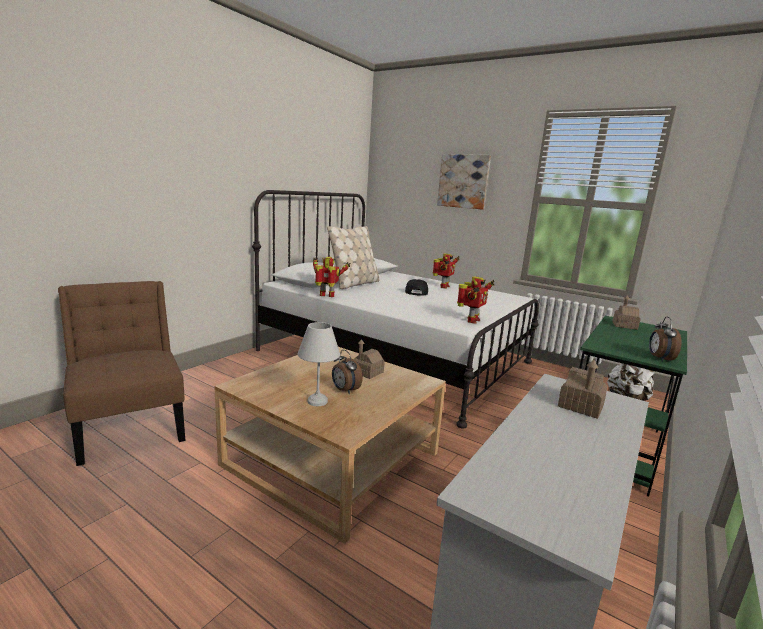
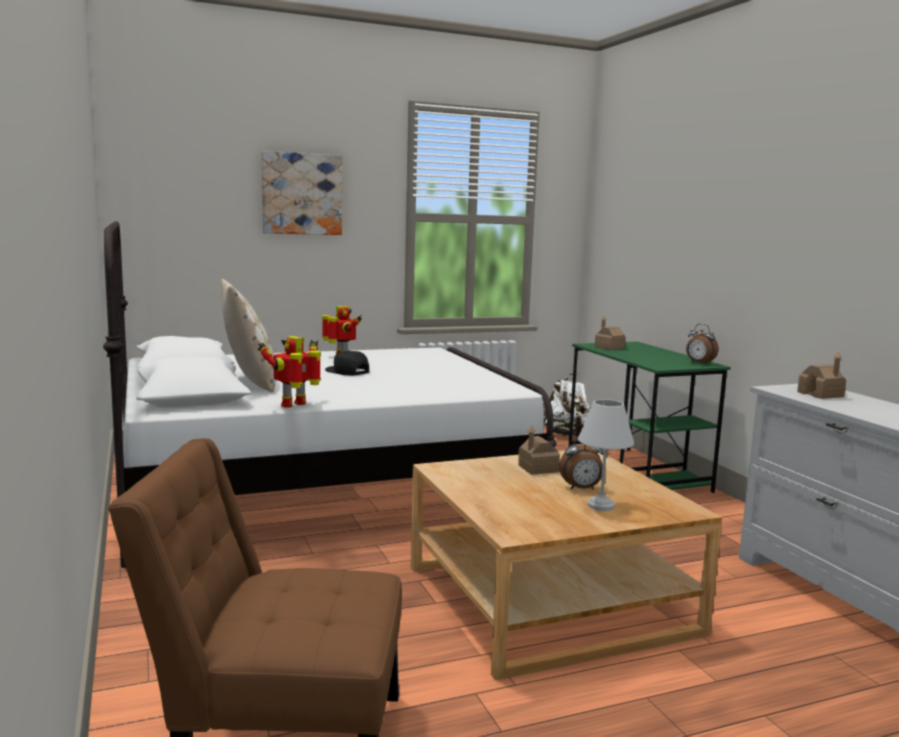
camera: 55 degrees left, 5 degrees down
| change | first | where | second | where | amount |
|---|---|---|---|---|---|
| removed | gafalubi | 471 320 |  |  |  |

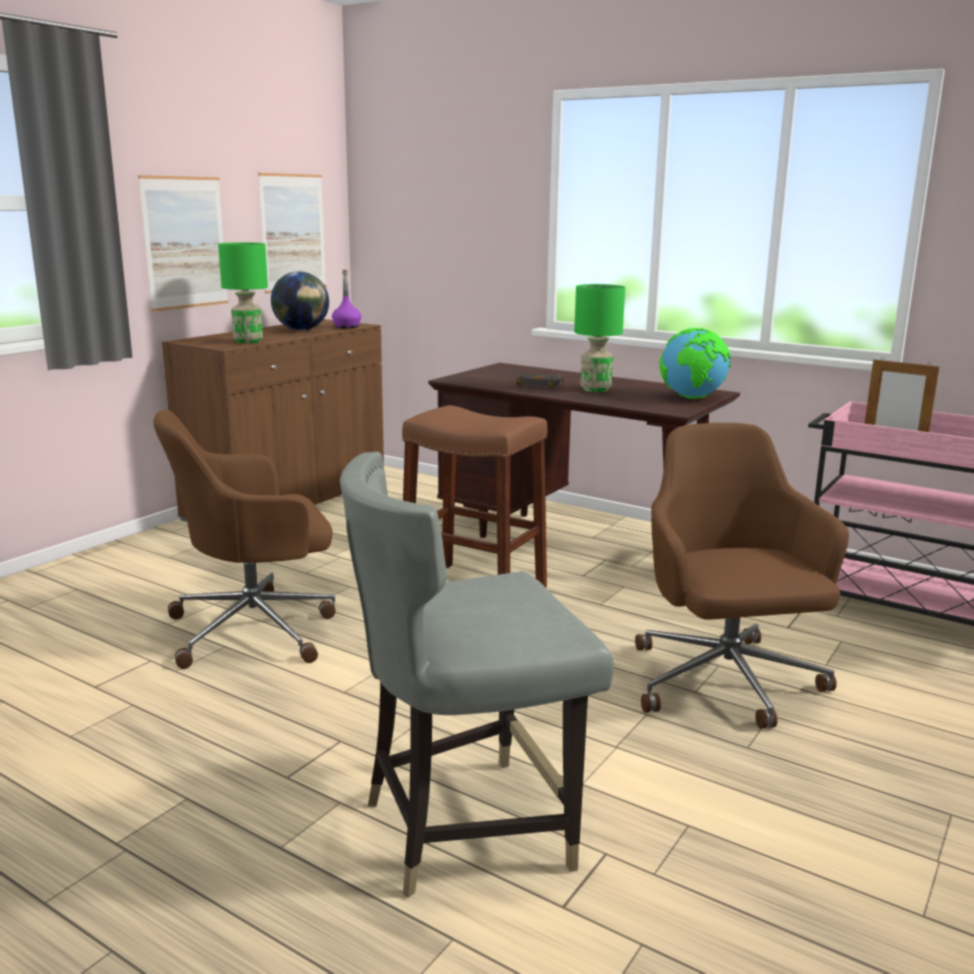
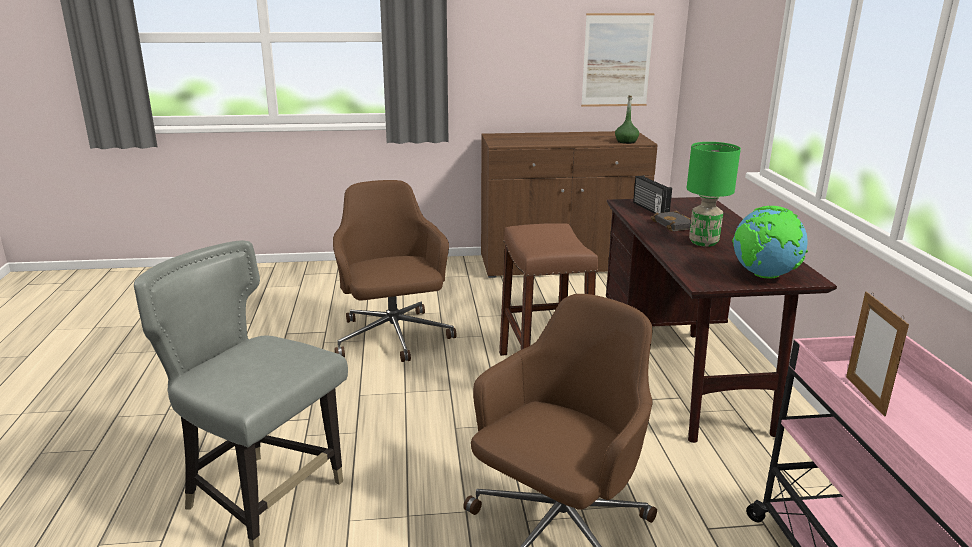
camera: 50 degrees right, 5 degrees up
| change | first | where | second | where | amount |
|---|---|---|---|---|---|
| removed | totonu | 185 243 |  |  |  |
| removed | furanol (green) | 249 341 |  |  |  |
| removed | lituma | 301 330 |  |  |  |
| added |  |  | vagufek | 649 209 |  |
| recoloured | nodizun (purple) | 346 327 | nodizun (green) | 626 141 |  |
| turned | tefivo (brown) | 257 629 |  | 393 338 | 45 degrees clockwise |

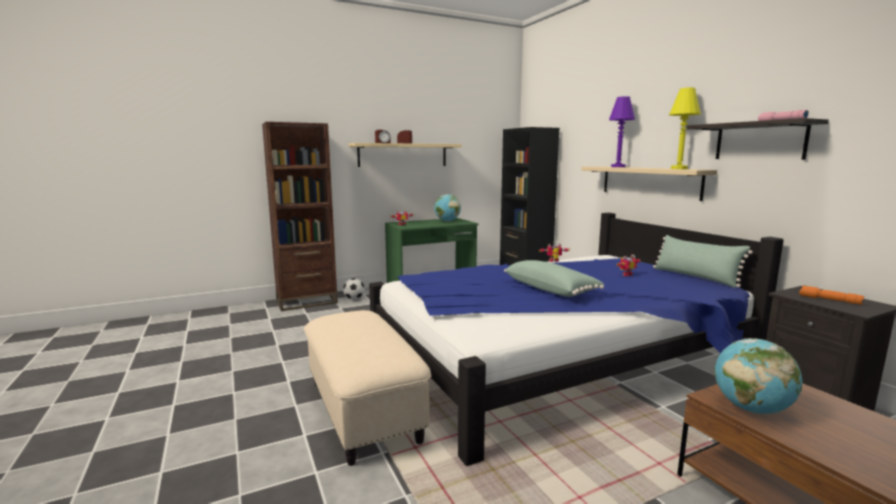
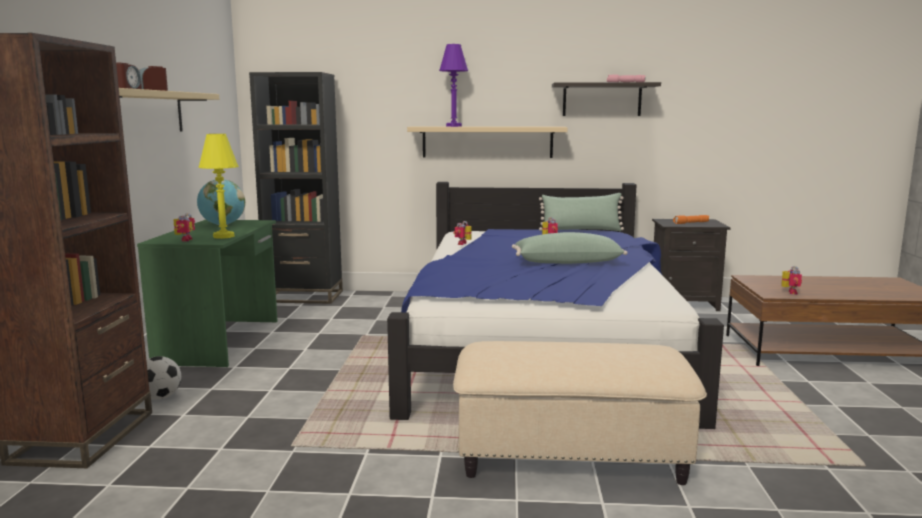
camera: 60 degrees left, 0 degrees up
| change | first | where | second | where | amount |
|---|---|---|---|---|---|
| moved | furanol (yellow) | 679 168 |  | 223 236 |  |
| replaced | lituma | 751 408 | gafalubi | 789 292 |  |

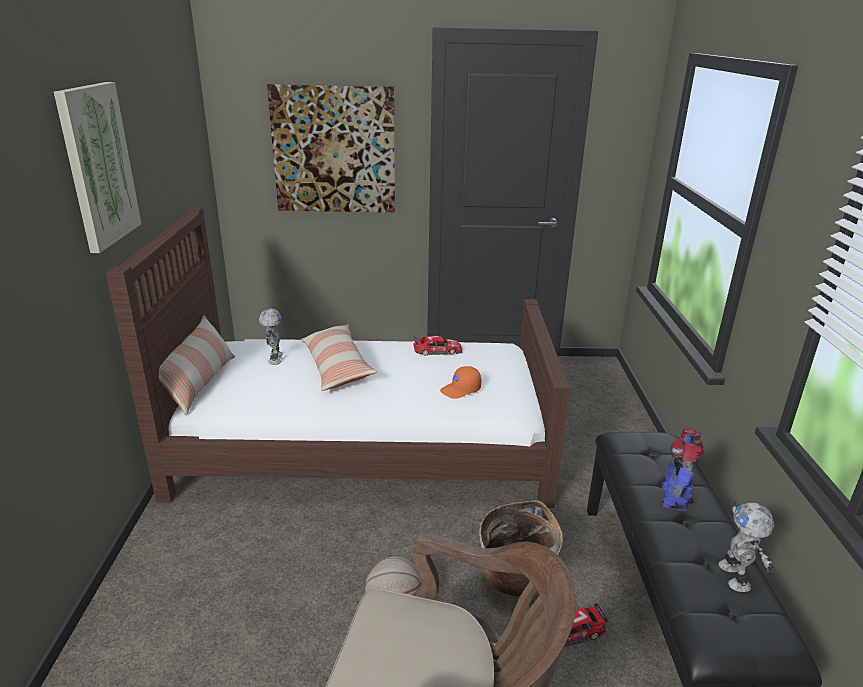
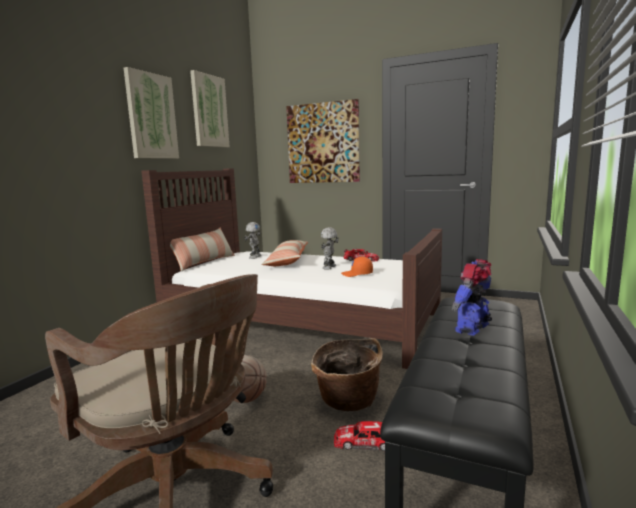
camera: 25 degrees right, 15 degrees down
| change | first | where | second | where | amount |
|---|---|---|---|---|---|
| added |  |  | totonu | 209 111 |  |
| moved | gafalubi | 736 576 |  | 330 267 |  |

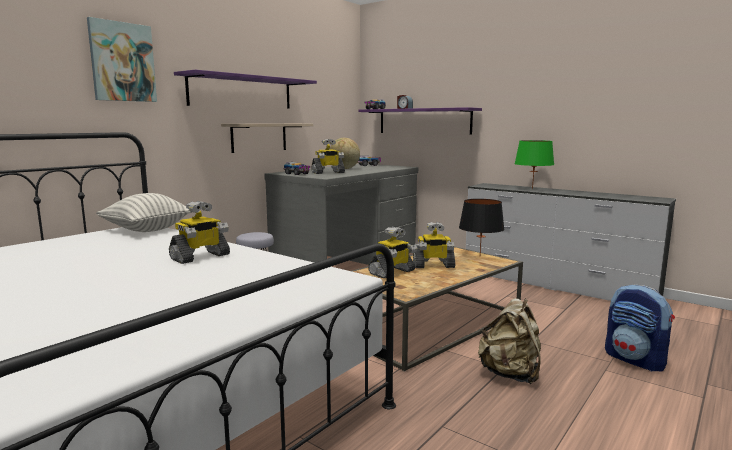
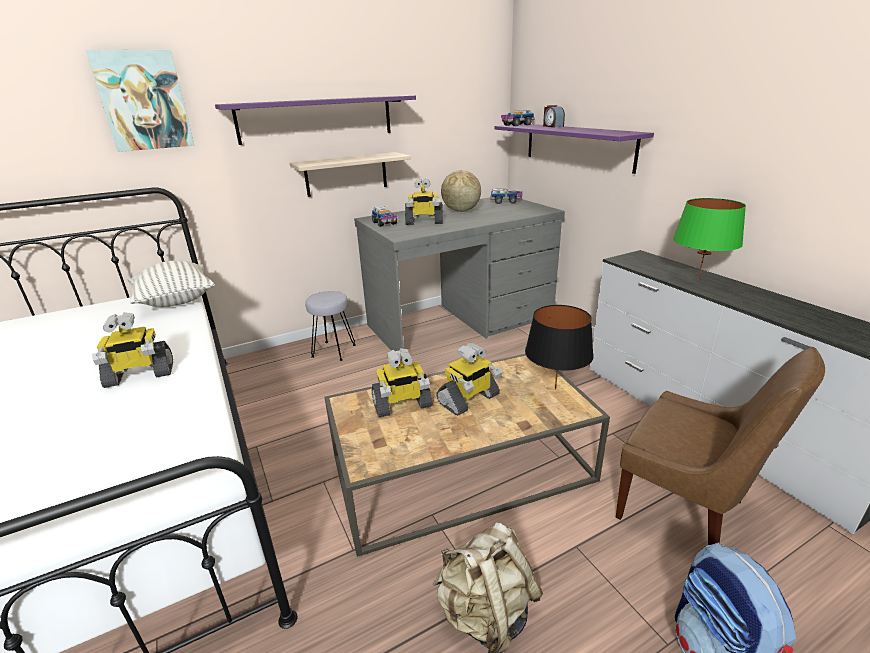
camera: 25 degrees right, 15 degrees up
| change | first | where | second | where | amount |
|---|---|---|---|---|---|
| added |  |  | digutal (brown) | 684 512 |  |
| turned | gafalubi | 433 265 |  | 468 400 | 60 degrees counterclockwise |

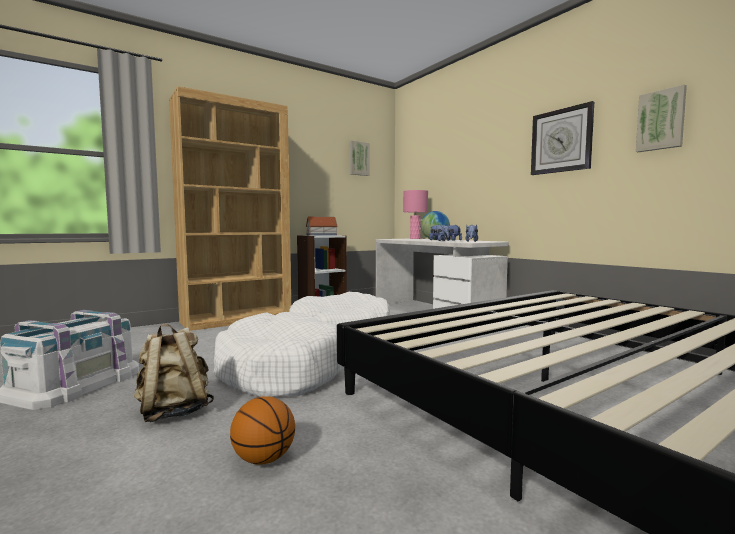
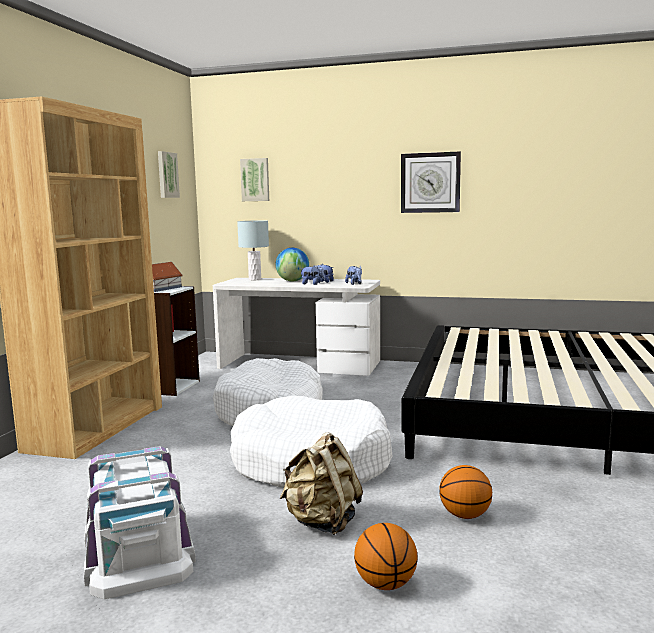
camera: 40 degrees left, 5 degrees up
| change | first | where | second | where | amount |
|---|---|---|---|---|---|
| added |  |  | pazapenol | 385 584 |  |
| moved | totonu | 661 120 |  | 255 180 |  |
| recoloured | furanol (pink) | 415 238 | furanol (grey) | 254 279 |  |

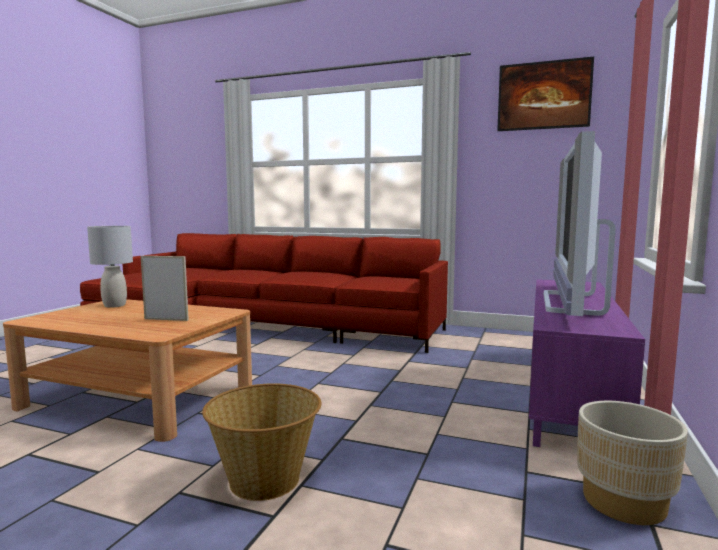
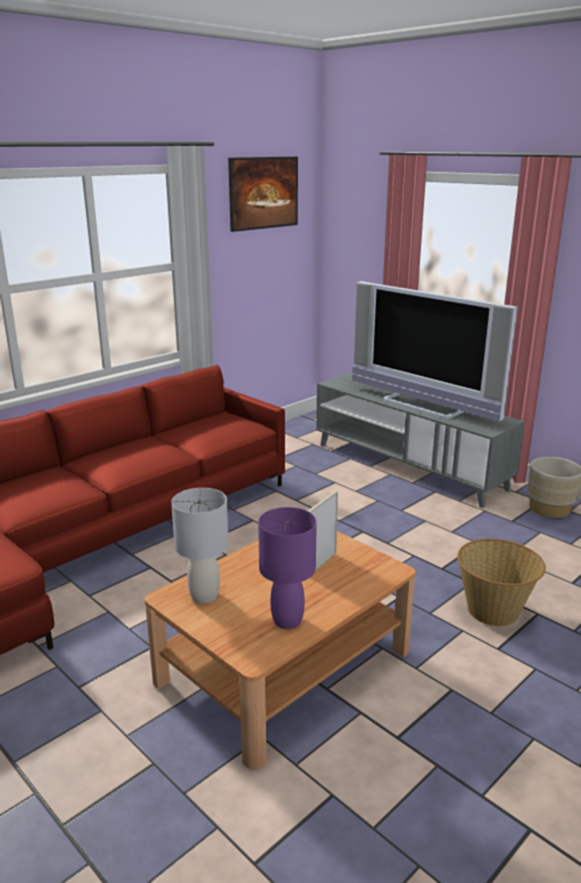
camera: 65 degrees left, 15 degrees up
| change | first | where | second | where | amount |
|---|---|---|---|---|---|
| added |  |  | furanol (purple) | 287 621 |  |
| recoloured | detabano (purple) | 569 391 | detabano (grey) | 408 466 |  |

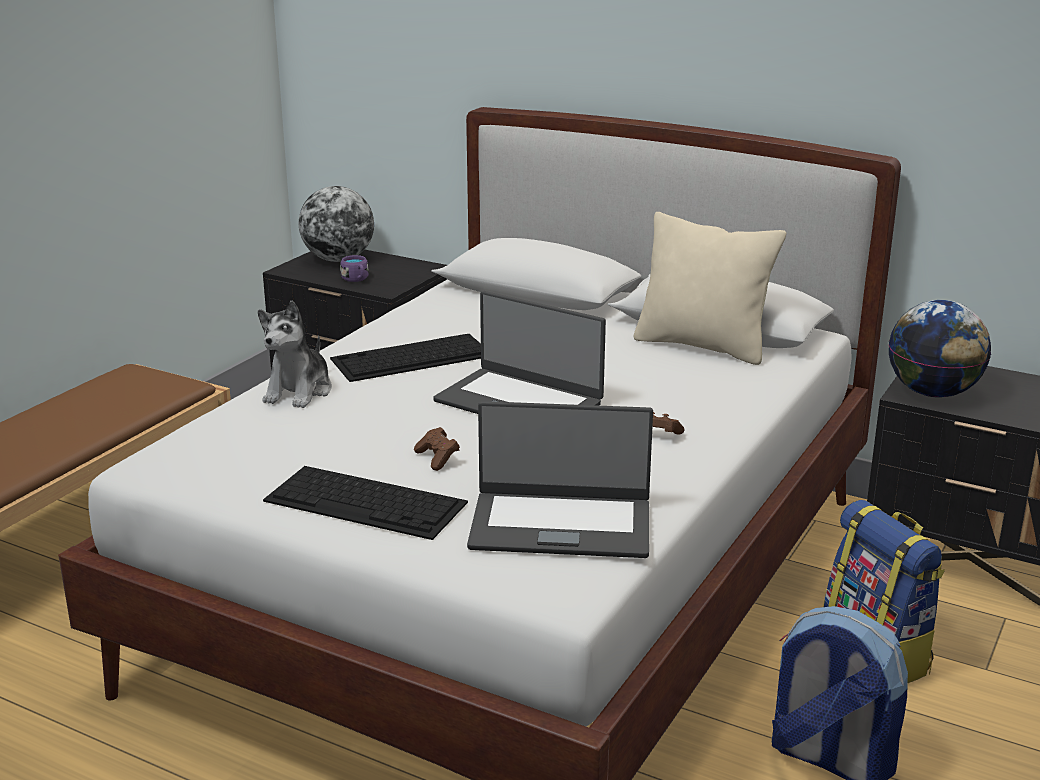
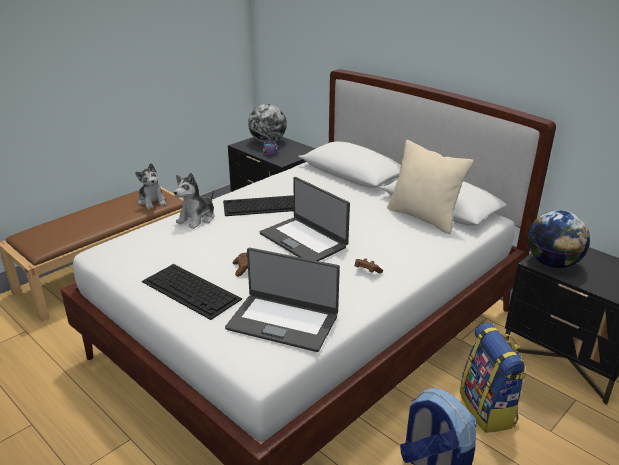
camera: 15 degrees right, 5 degrees up
| change | first | where | second | where | amount |
|---|---|---|---|---|---|
| added |  |  | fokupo | 152 201 |  |

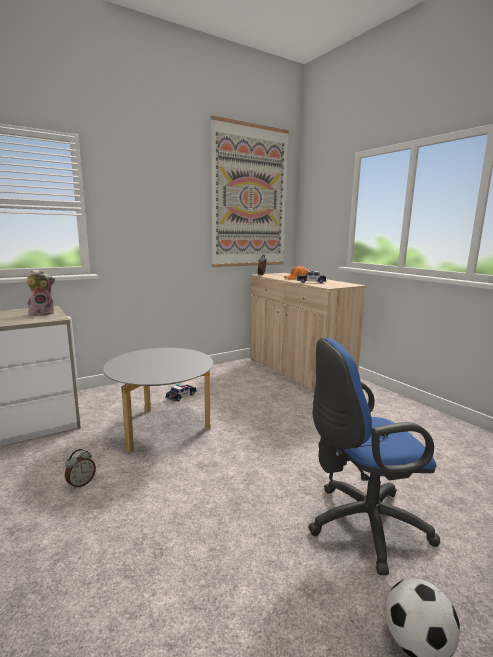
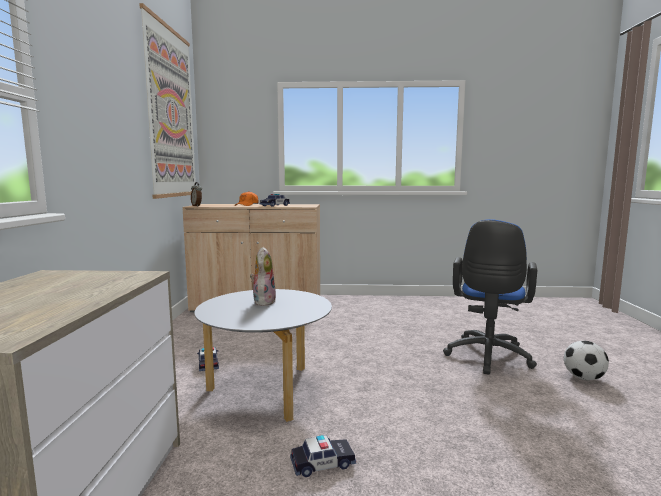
camera: 55 degrees left, 5 degrees down
| change | first | where | second | where | amount |
|---|---|---|---|---|---|
| moved | fokupo | 42 313 |  | 263 301 |  |
| replaced | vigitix | 81 483 | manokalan | 322 463 |  |

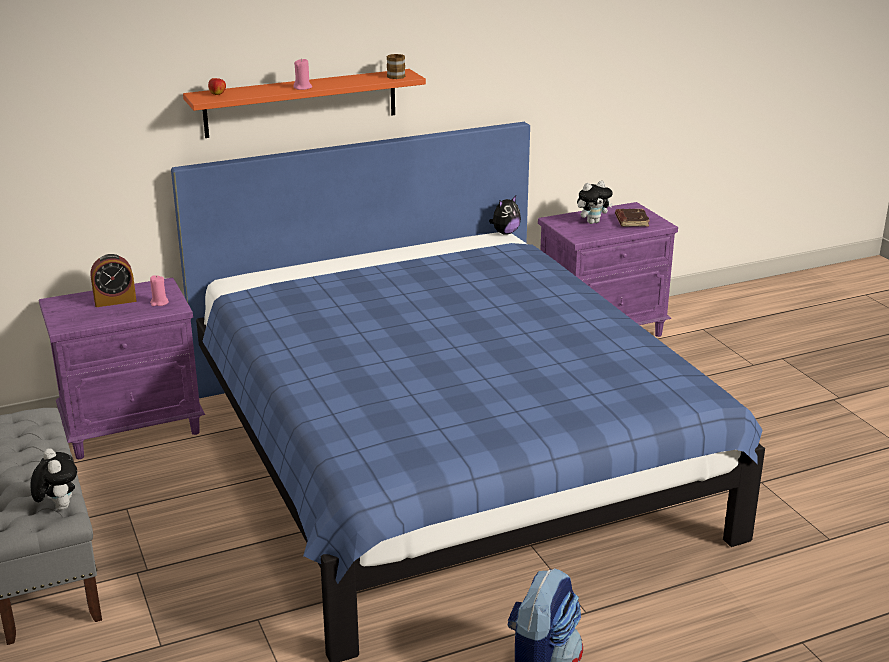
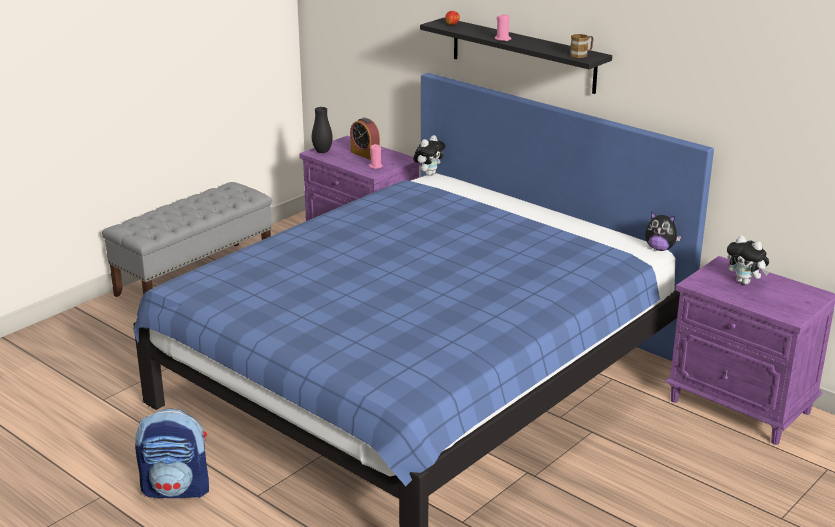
camera: 65 degrees right, 0 degrees up
| change | first | where | second | where | amount |
|---|---|---|---|---|---|
| removed | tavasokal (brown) | 631 221 |  |  |  |
| added |  |  | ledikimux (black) | 322 151 |  |
| moved | fokupo | 58 507 |  | 429 174 |  |
| recoloured | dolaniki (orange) | 301 103 | dolaniki (black) | 522 55 |  |

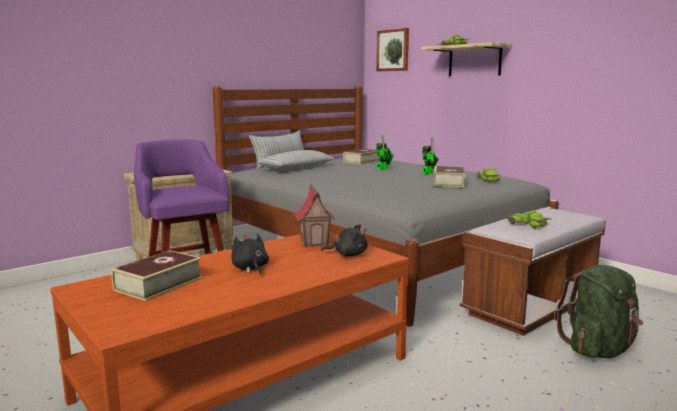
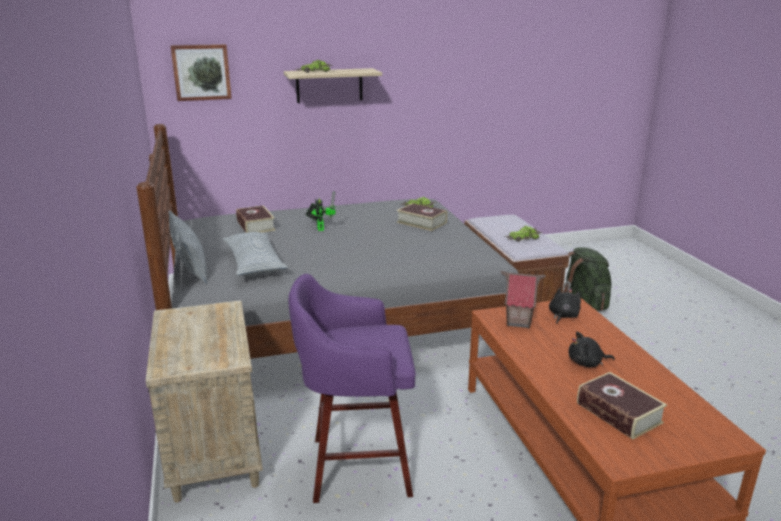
camera: 65 degrees left, 10 degrees up
| change | first | where | second | where | amount |
|---|---|---|---|---|---|
| removed | gafalubi | 428 173 |  |  |  |

